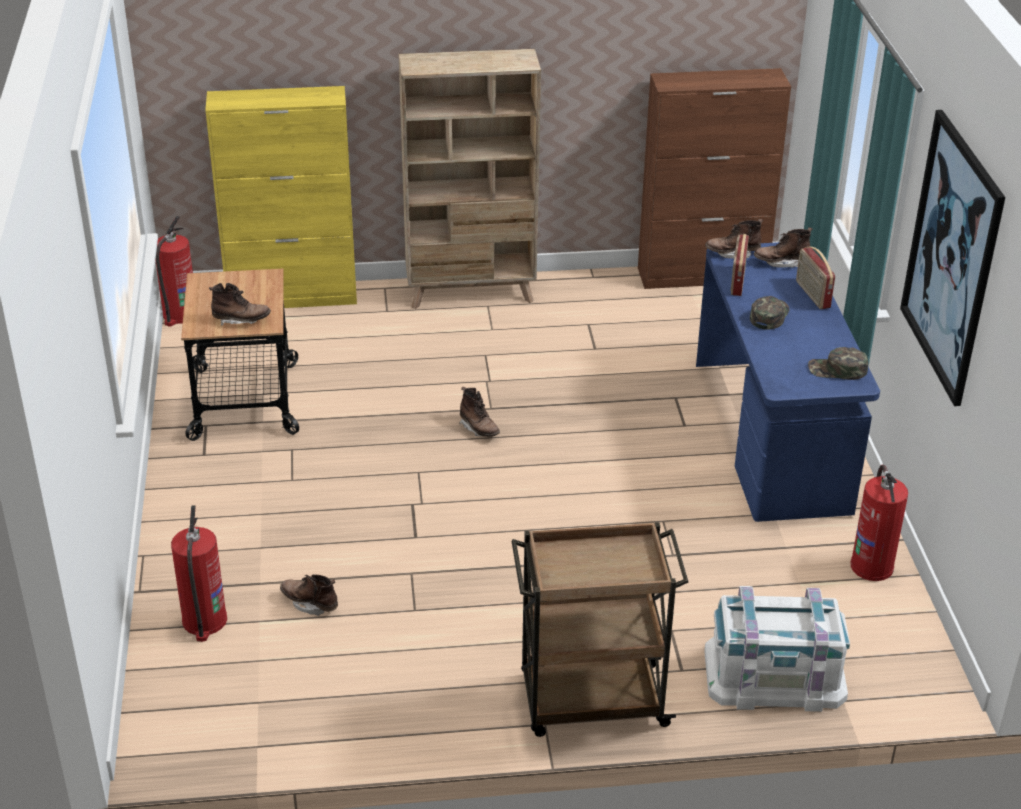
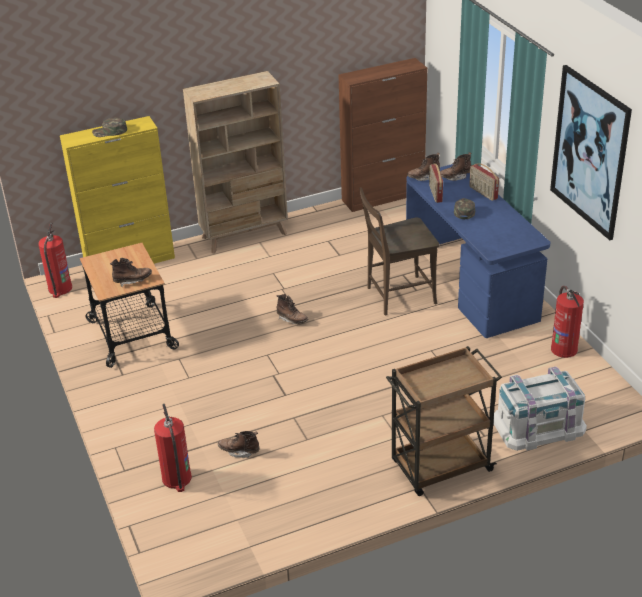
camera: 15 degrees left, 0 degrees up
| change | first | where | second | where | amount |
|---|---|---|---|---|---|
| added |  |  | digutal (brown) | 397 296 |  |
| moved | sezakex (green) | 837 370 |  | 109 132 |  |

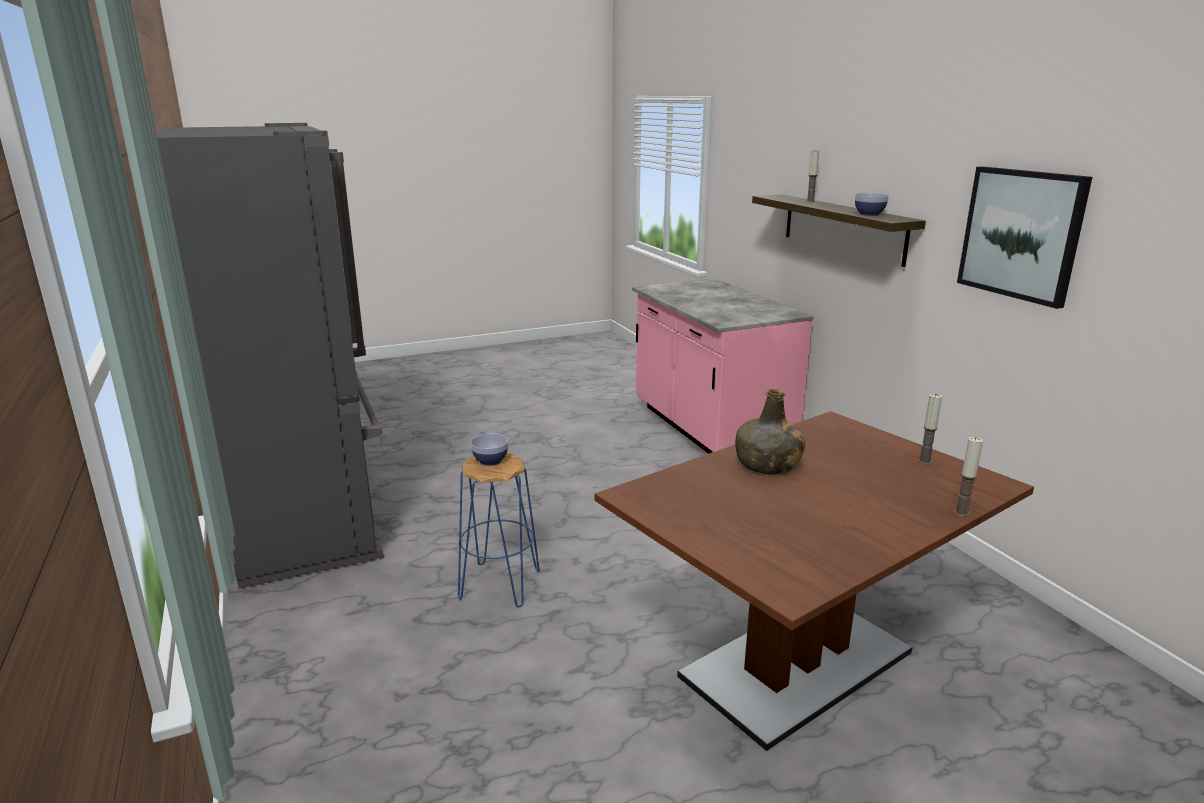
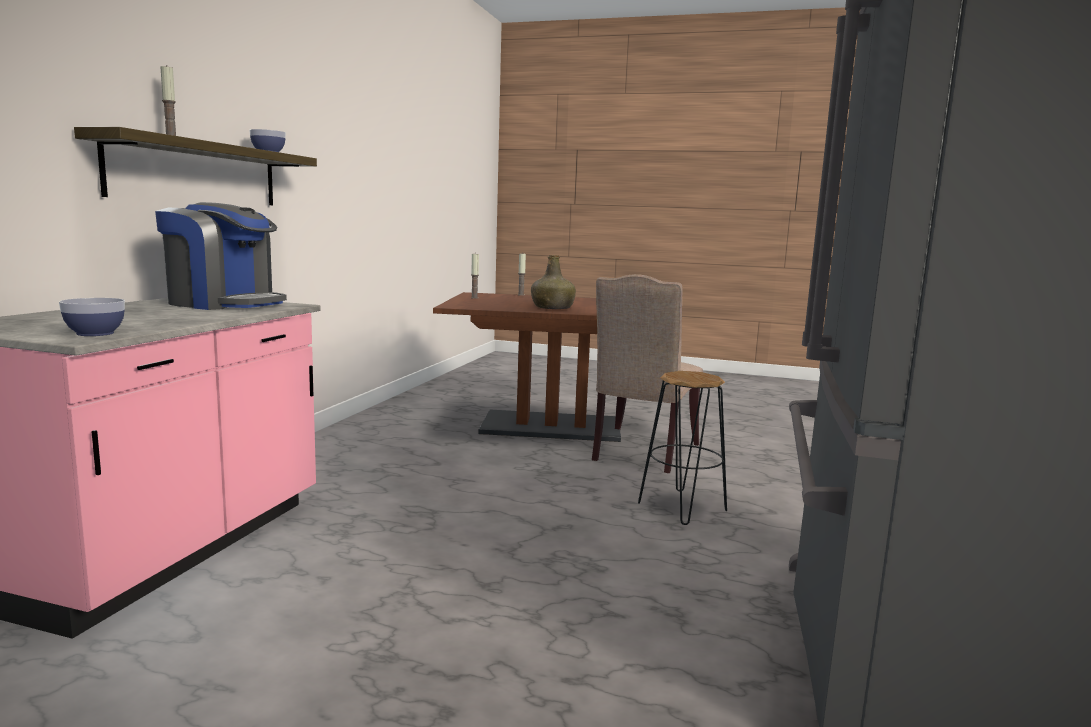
camera: 140 degrees left, 10 degrees down
| change | first | where | second | where | amount |
|---|---|---|---|---|---|
| removed | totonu | 1021 234 |  |  |  |
| added |  |  | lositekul | 224 303 |  |
| added |  |  | digutal (beige) | 642 453 |  |
| moved | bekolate | 490 461 |  | 95 333 |  |
| recoloured | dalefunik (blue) | 499 585 | dalefunik (black) | 682 507 |  |

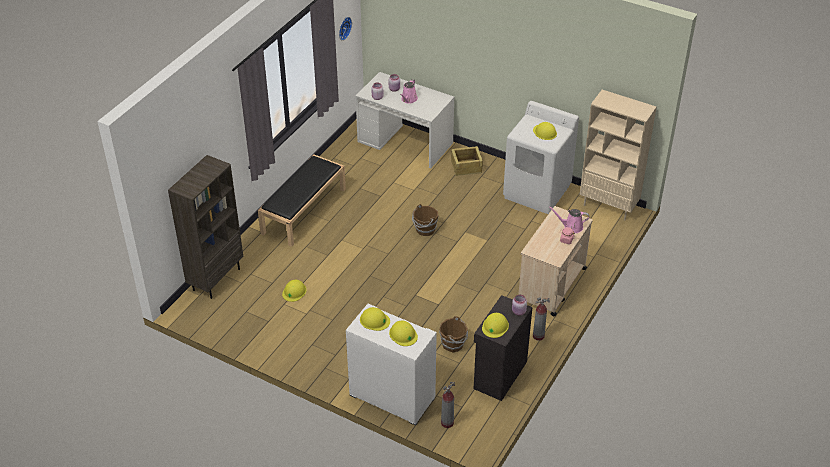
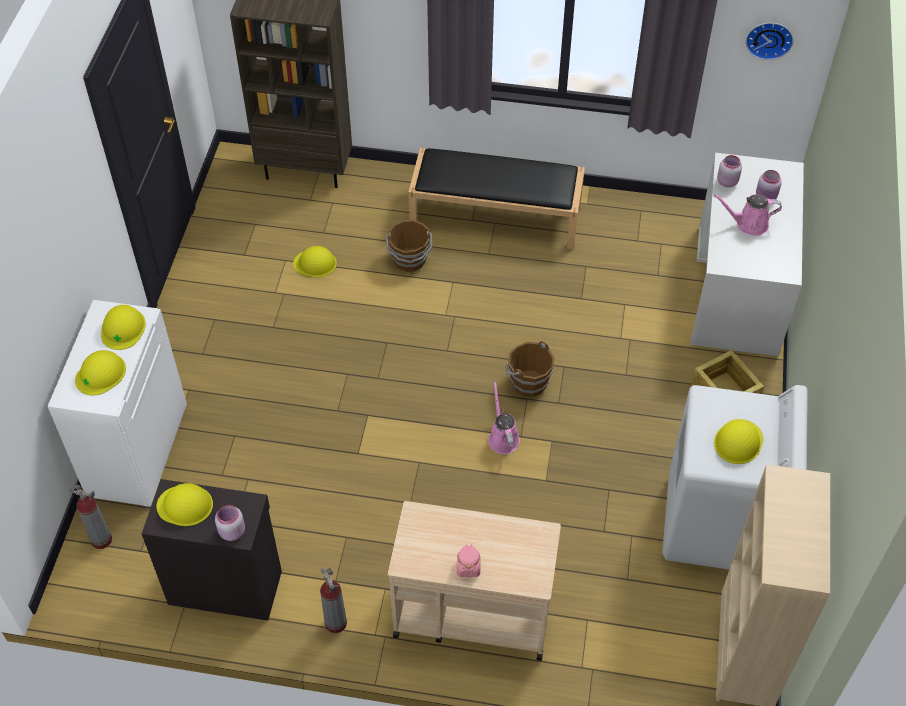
camera: 70 degrees right, 10 degrees up
| change | first | where | second | where | amount |
|---|---|---|---|---|---|
| moved | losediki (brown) | 453 344 |  | 410 260 |  |
| moved | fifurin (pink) | 571 227 |  | 502 437 |  |

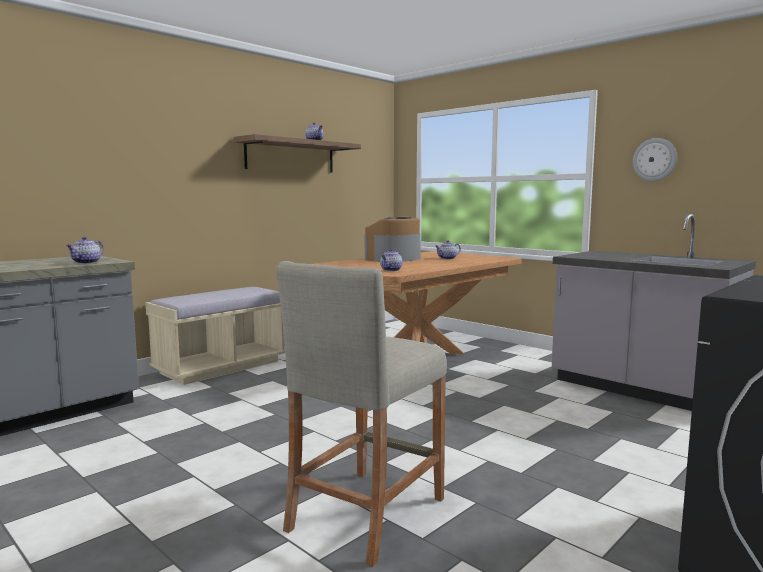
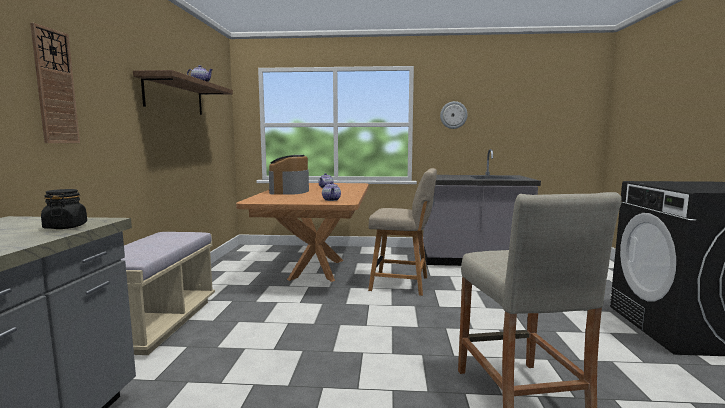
camera: 40 degrees left, 0 degrees up
| change | first | where | second | where | amount |
|---|---|---|---|---|---|
| added |  |  | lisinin | 55 87 |  |
| added |  |  | digutal (beige) | 402 284 |  |
| replaced | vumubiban | 86 262 | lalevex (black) | 66 227 |  |

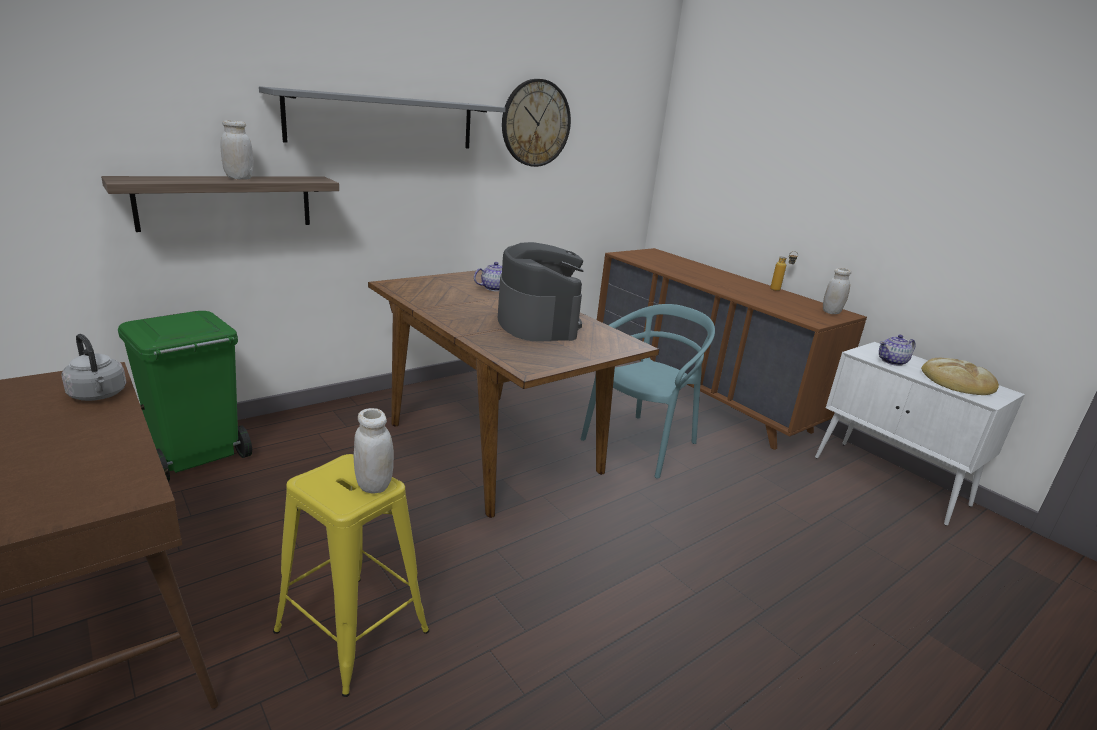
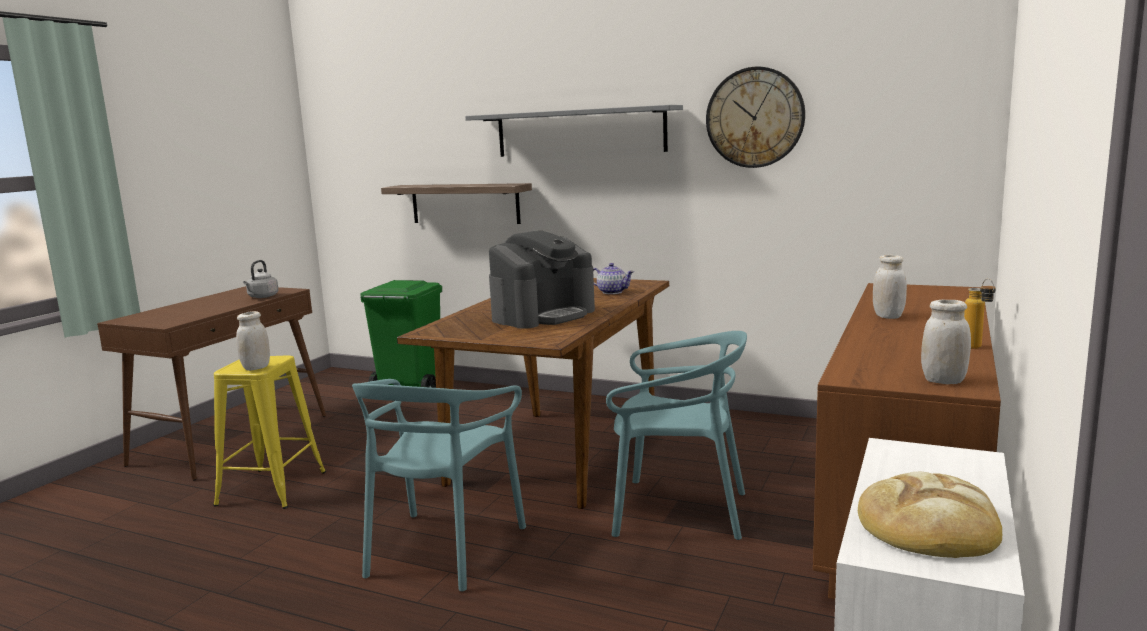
camera: 65 degrees right, 10 degrees down
| change | first | where | second | where | amount |
|---|---|---|---|---|---|
| removed | vumubiban | 892 362 |  |  |  |
| added |  |  | digutal (turquoise) | 443 549 |  |
| moved | lalevex (white) | 239 178 |  | 888 316 |  |

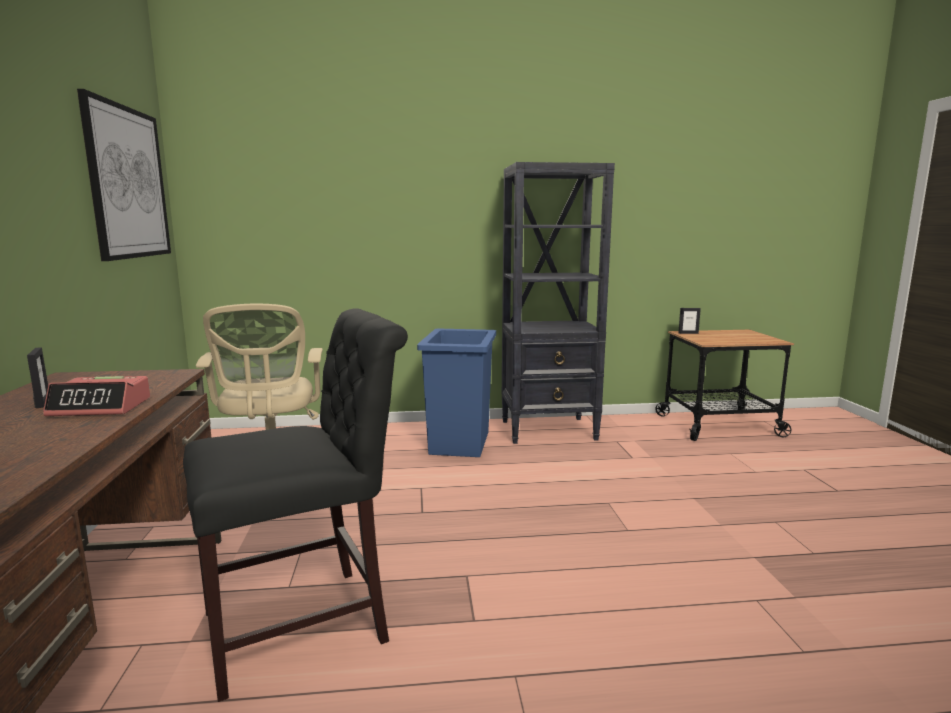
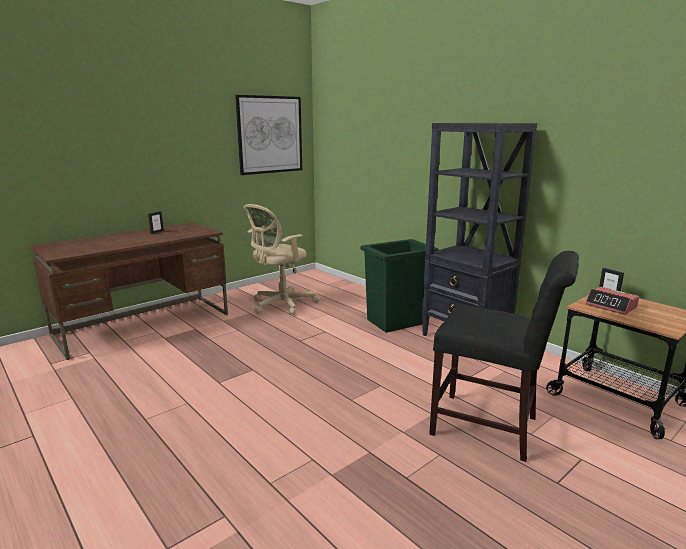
camera: 55 degrees right, 5 degrees up
| change | first | where | second | where | amount |
|---|---|---|---|---|---|
| moved | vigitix | 101 407 |  | 611 306 |  |
| moved | digutal (black) | 307 624 |  | 491 428 |  |
| recoloured | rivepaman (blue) | 458 443 | rivepaman (green) | 395 321 |  |

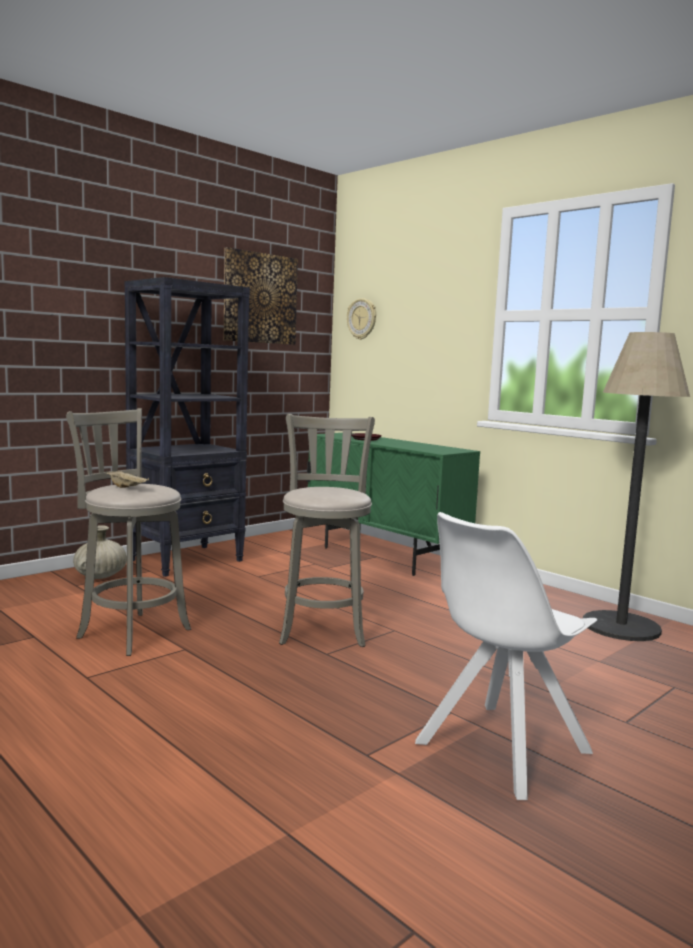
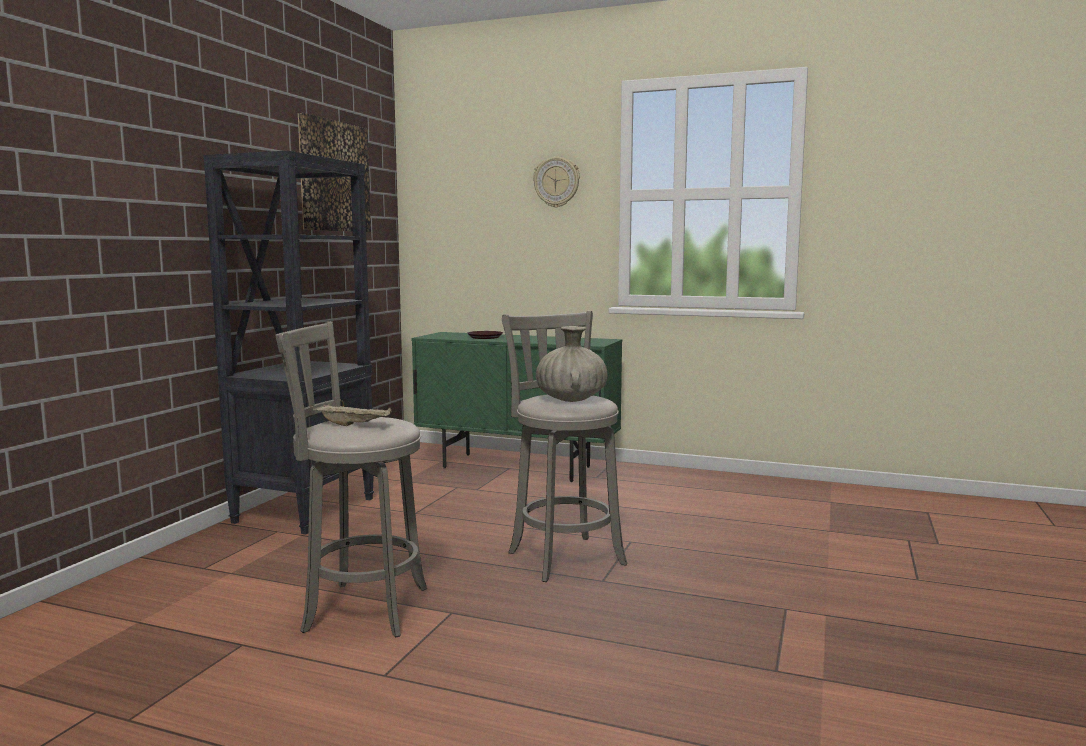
camera: 25 degrees left, 0 degrees up
| change | first | where | second | where | amount |
|---|---|---|---|---|---|
| removed | digutal (white) | 499 749 |  |  |  |
| removed | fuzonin | 621 626 |  |  |  |
| moved | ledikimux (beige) | 100 576 |  | 571 399 |  |
| moved | lisinin | 362 319 |  | 557 182 |  |

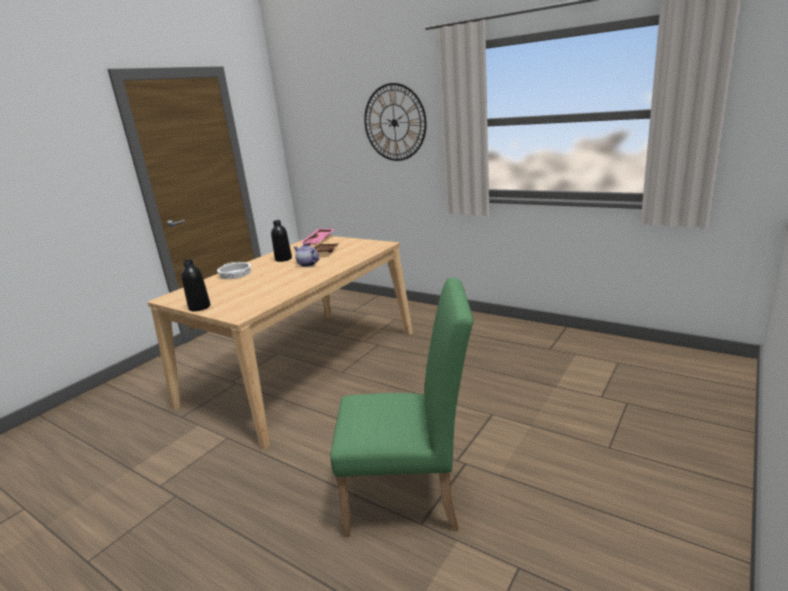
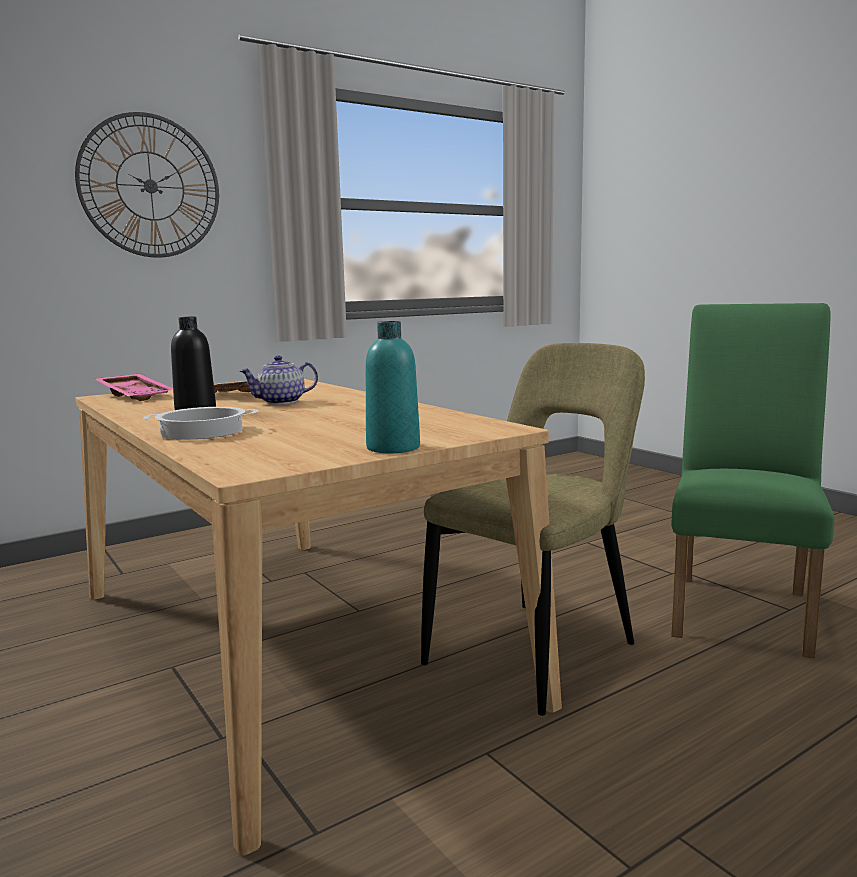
camera: 70 degrees left, 10 degrees down
| change | first | where | second | where | amount |
|---|---|---|---|---|---|
| added |  |  | digutal (beige) | 538 650 |  |
| recoloured | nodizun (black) | 199 307 | nodizun (turquoise) | 393 448 |  |

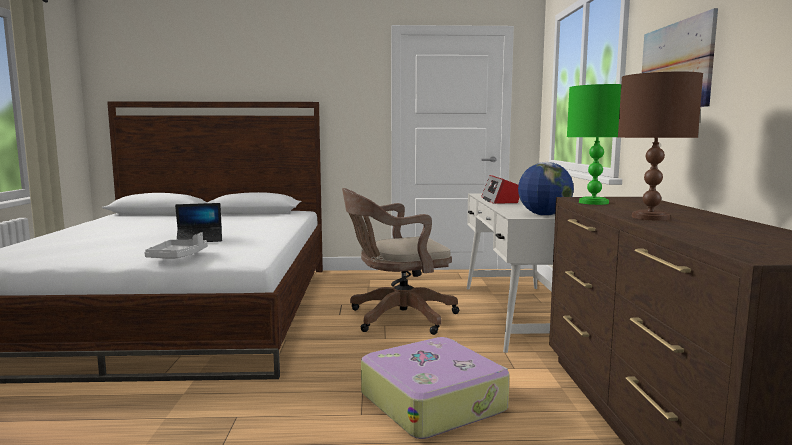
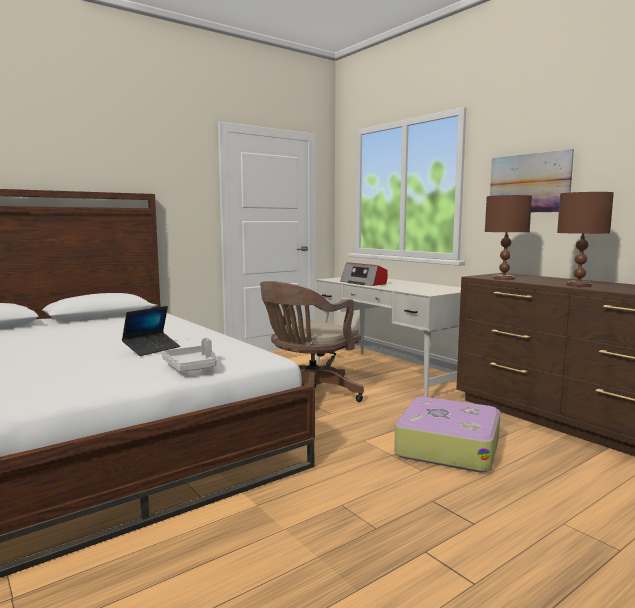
camera: 35 degrees left, 0 degrees up
| change | first | where | second | where | amount |
|---|---|---|---|---|---|
| removed | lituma | 544 215 |  |  |  |
| recoloured | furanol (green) | 594 202 | furanol (brown) | 504 278 |  |

